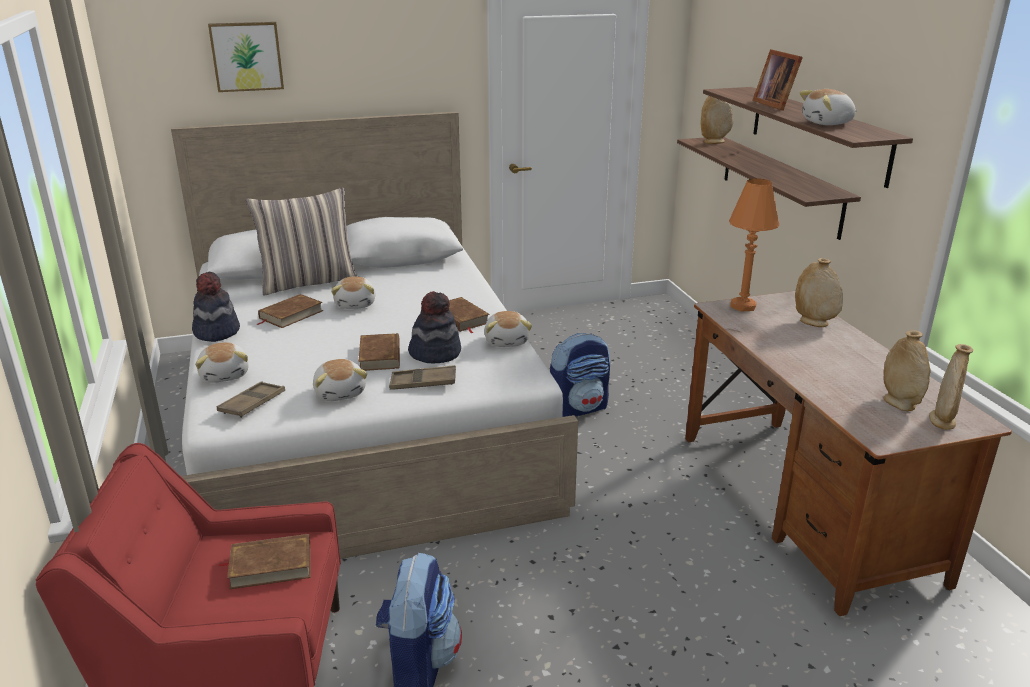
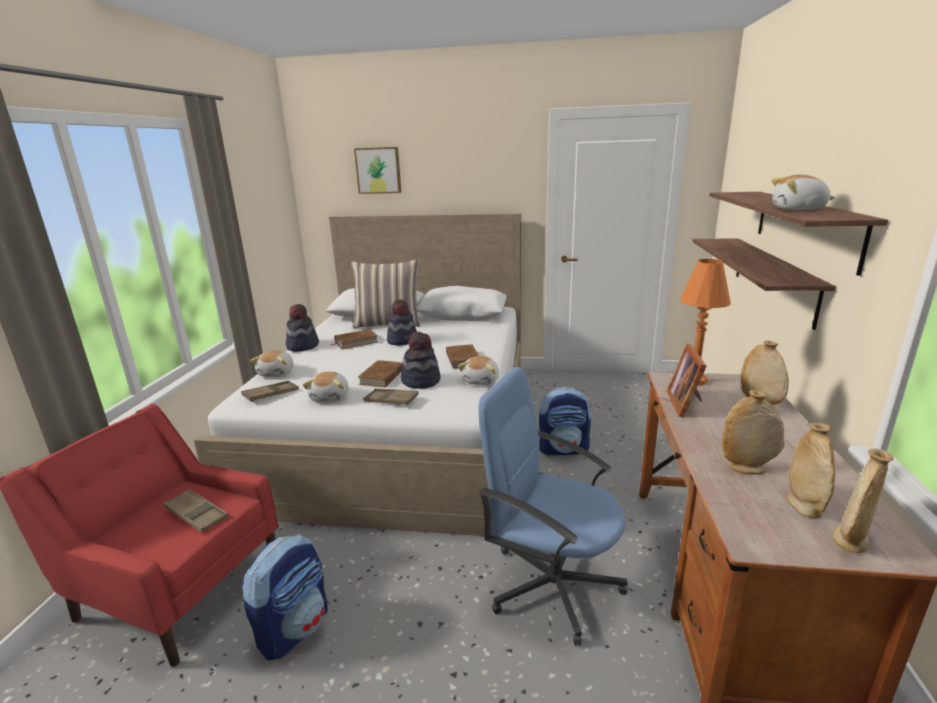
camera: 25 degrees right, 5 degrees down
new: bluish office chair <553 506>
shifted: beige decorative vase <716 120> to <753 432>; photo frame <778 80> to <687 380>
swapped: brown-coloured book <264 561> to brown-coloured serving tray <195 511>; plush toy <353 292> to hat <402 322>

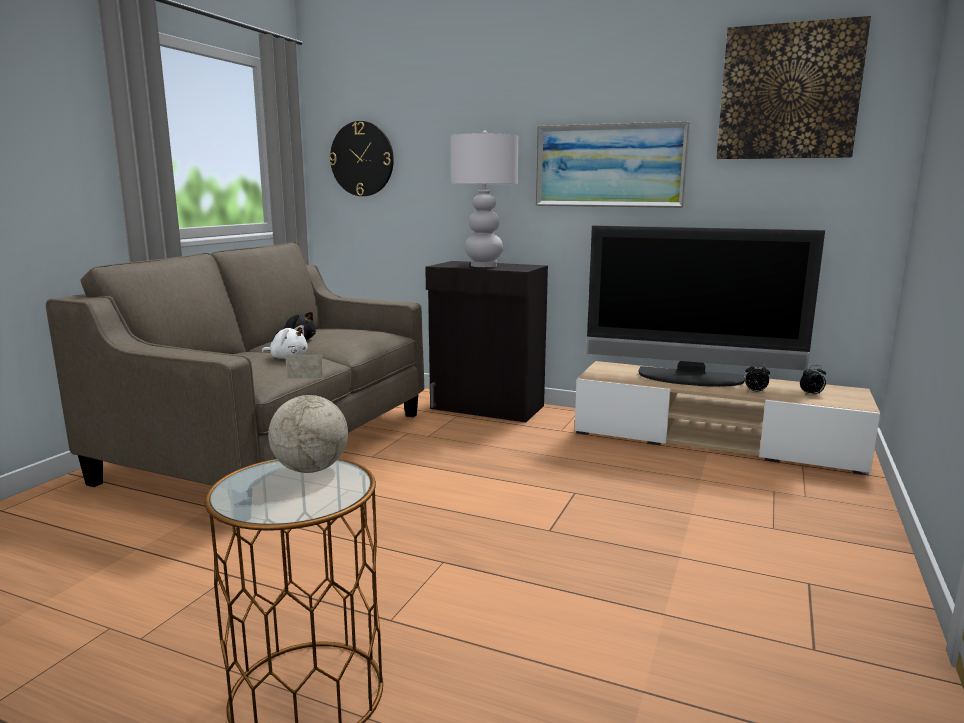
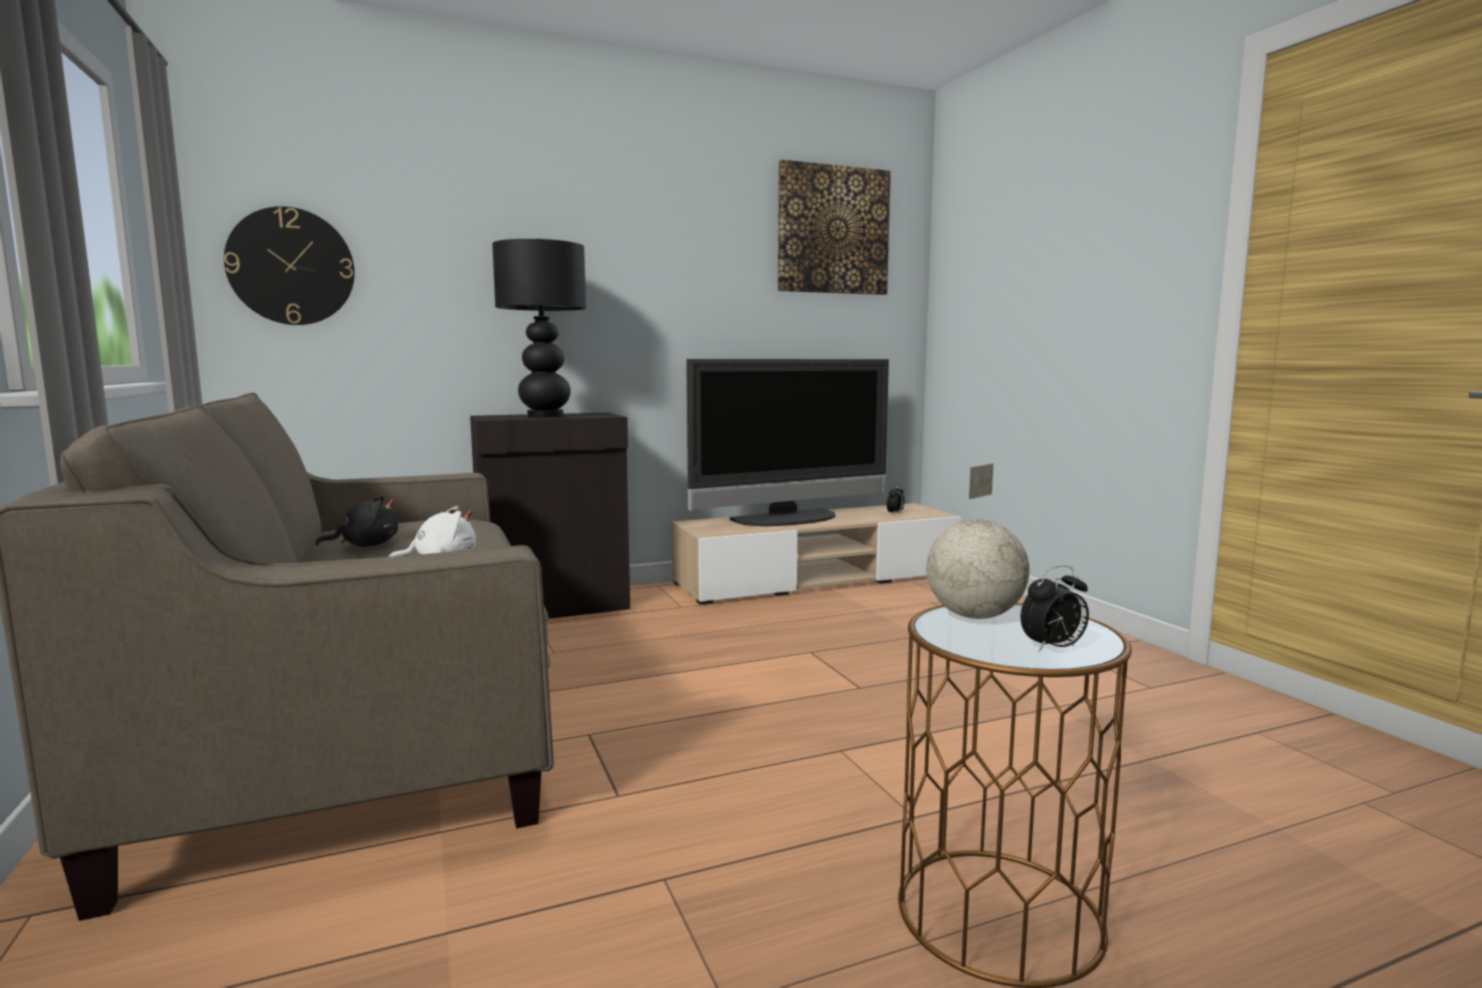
camera: 45 degrees left, 5 degrees down
gone: picture <613 164>
shifted: alarm clock <757 378> to <1055 608>
repainted: white-coloured tabletop lamp <484 199> to blackish tabletop lamp <539 327>

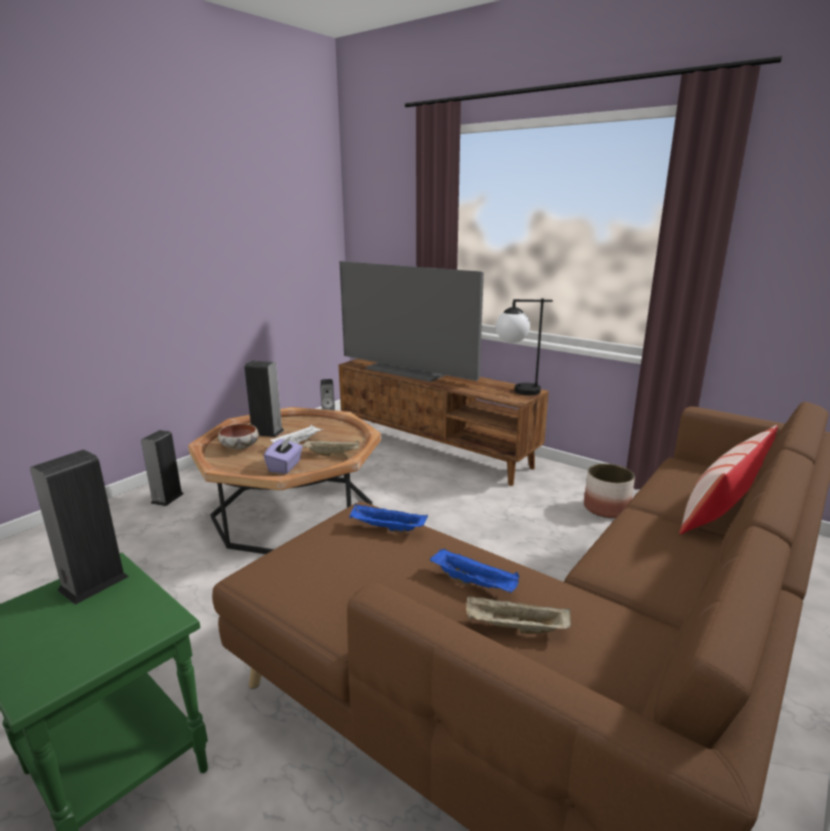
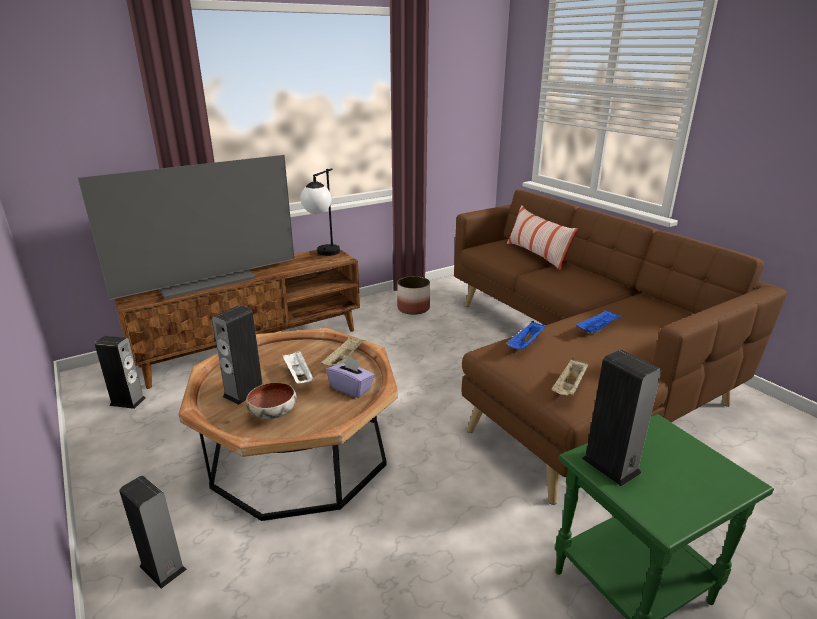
camera: 70 degrees left, 5 degrees up
shifted: beige serving tray <518 615> to <570 377>

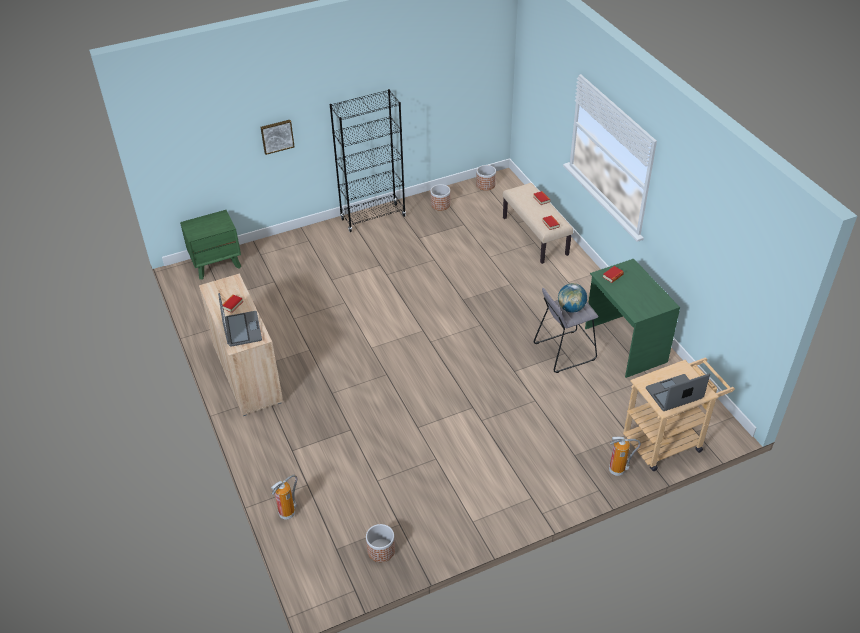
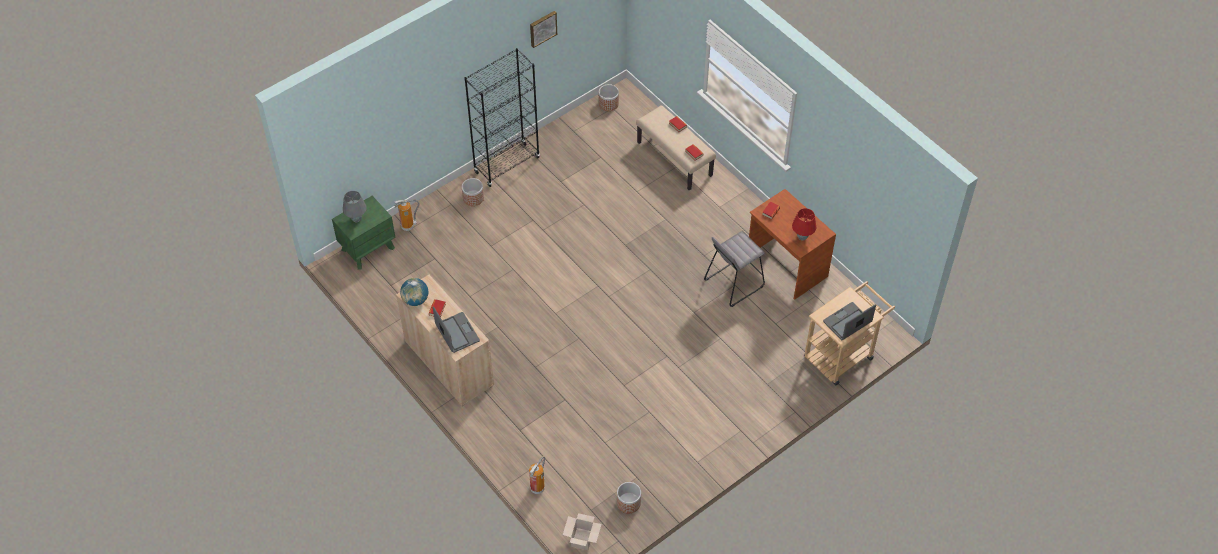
camera: 15 degrees left, 10 degrees up
new: greyish tabletop lamp <354 206>; packing box <582 531>; red tabletop lamp <804 224>
shifted: picture <277 137> to <543 29>; plant pot <440 197> to <473 192>; globe <572 298> to <414 292>; extinguisher <625 456> to <406 215>
repainted: green-coloured desk table <632 318> to brown-coloured desk table <792 244>

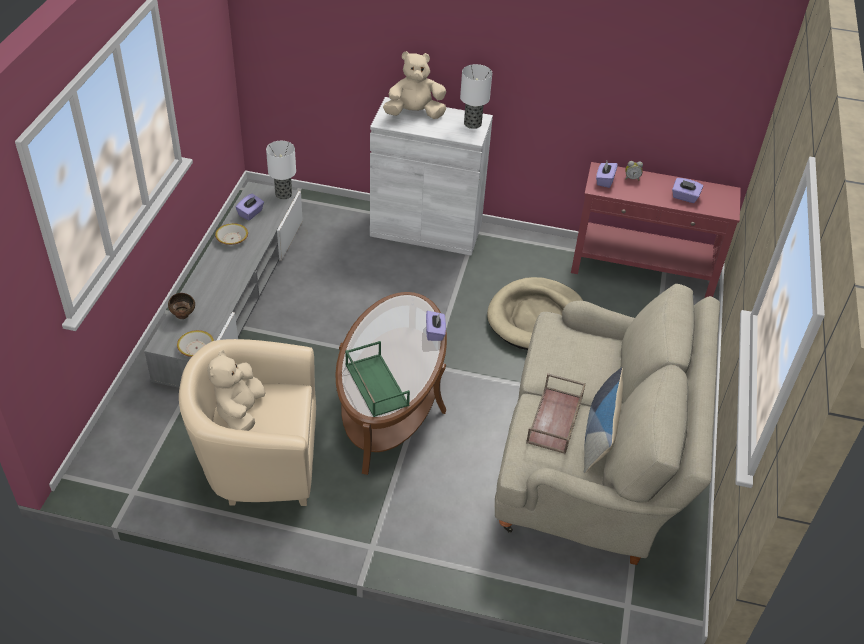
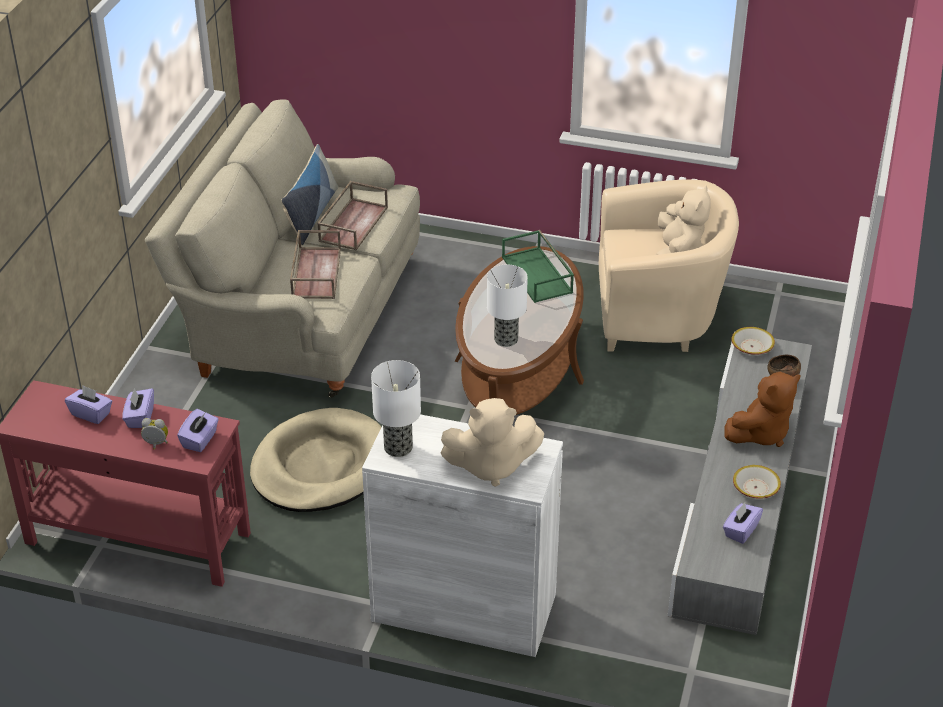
camera: 175 degrees left, 5 degrees down
new: brown-coloured serving tray <315 264>; brown-coloured plush toy <762 409>
shifted: tabletop lamp <281 170> to <507 305>; purple-coloured tissue holder <436 326> to <138 408>

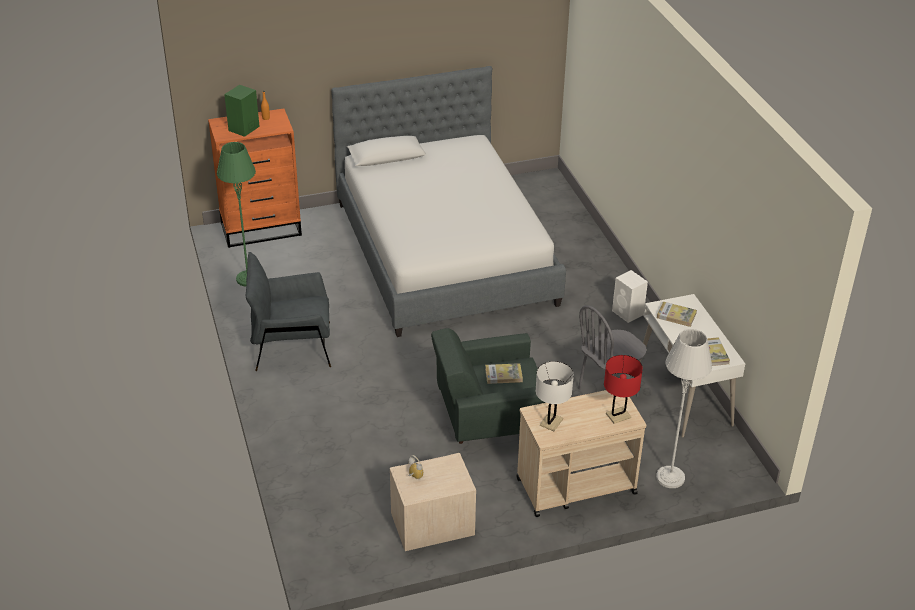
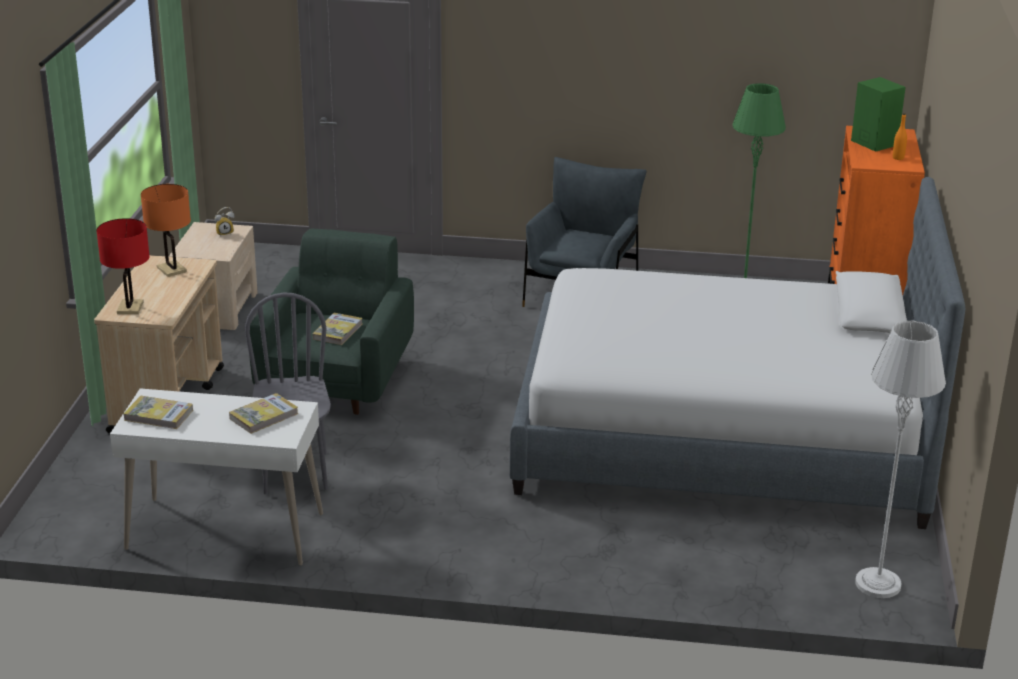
camera: 115 degrees right, 10 degrees down
gone: white-coloured speaker <630 296>
shifted: greyish standard lamp <684 408> to <900 459>
repainted: white-coloured tabletop lamp <554 396> to orange-coloured tabletop lamp <166 230>

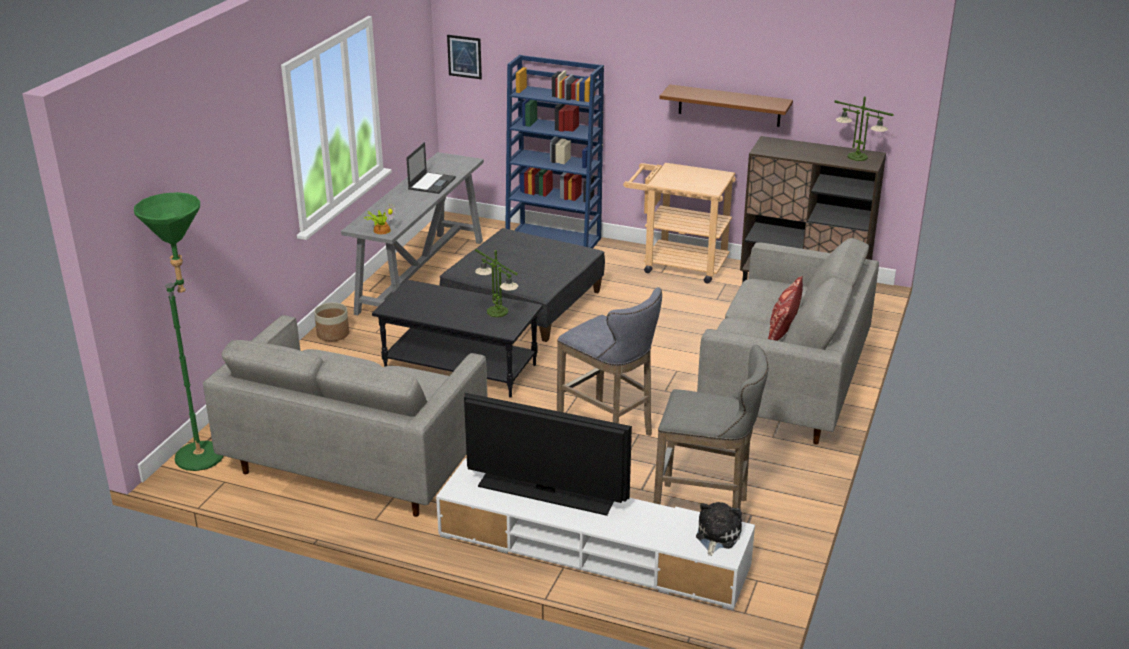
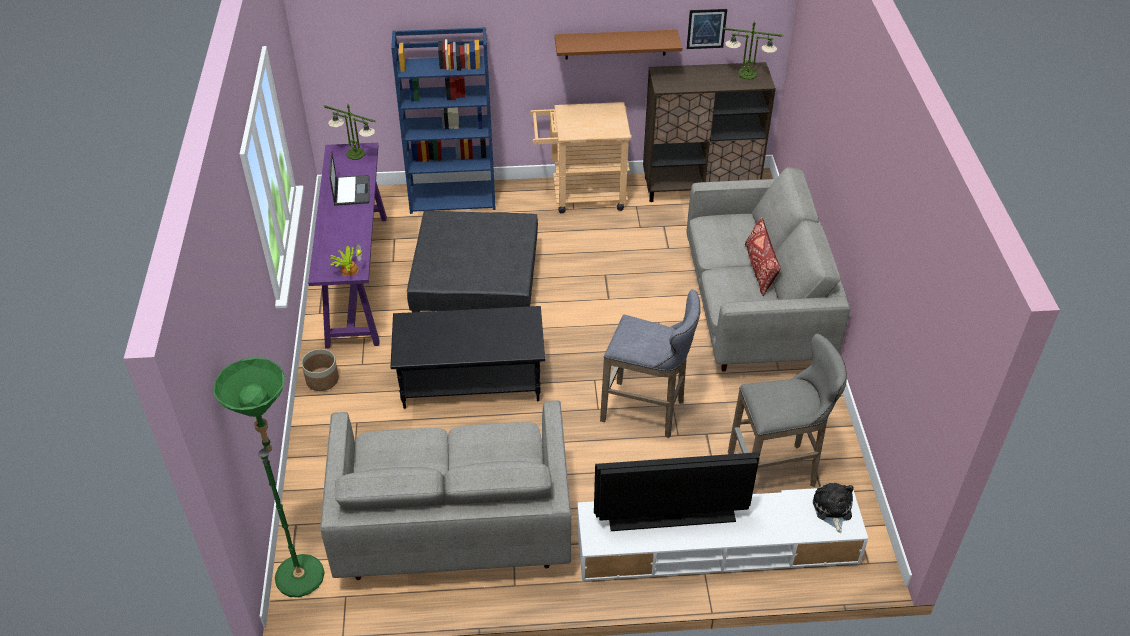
camera: 25 degrees left, 15 degrees up
shifted: picture <464 57> to <707 29>; tabletop lamp <496 283> to <350 132>
repainted: greyish narrow table <412 233> to purple-coloured narrow table <347 246>

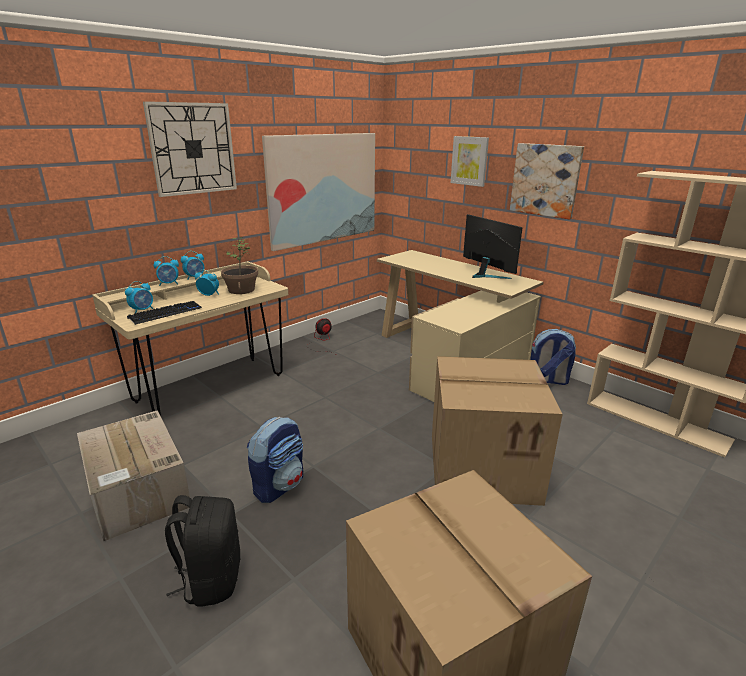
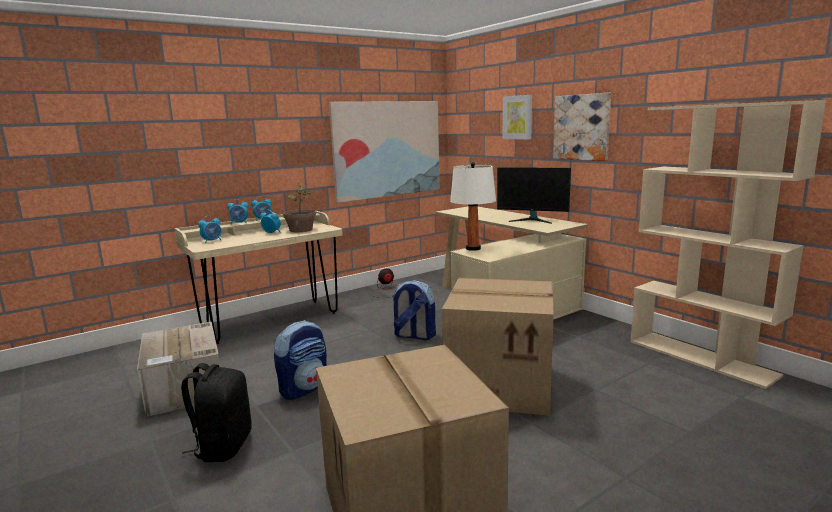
camera: 10 degrees right, 10 degrees down
gone: PC keyboard <164 313>; wall clock <190 149>
new: white-coloured tabletop lamp <473 206>
shifted: knapsack <553 357> to <414 310>
rotated: computer display <493 246> = <534 196> 135 degrees clockwise

